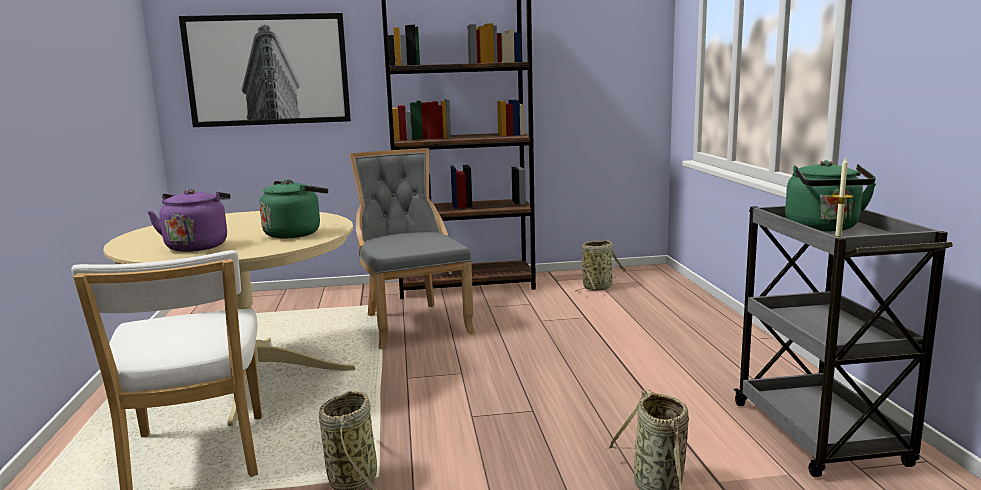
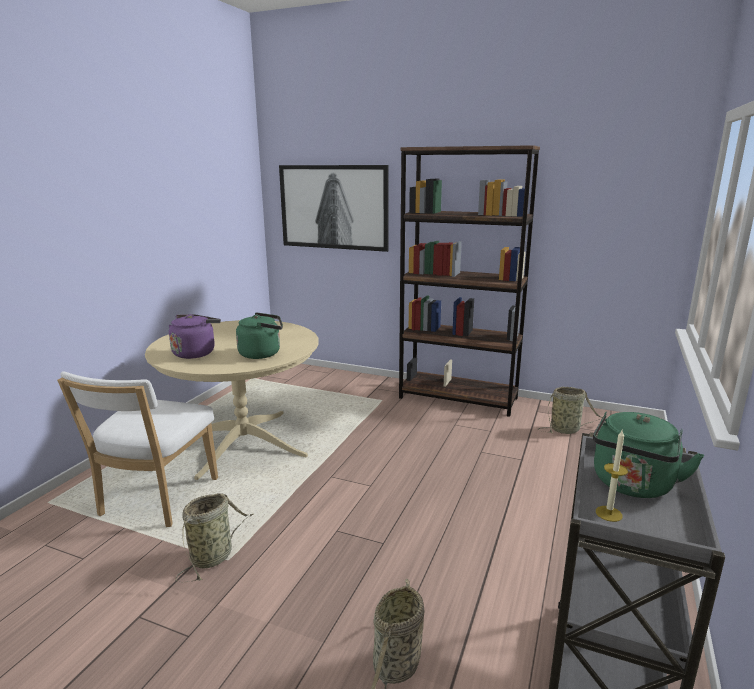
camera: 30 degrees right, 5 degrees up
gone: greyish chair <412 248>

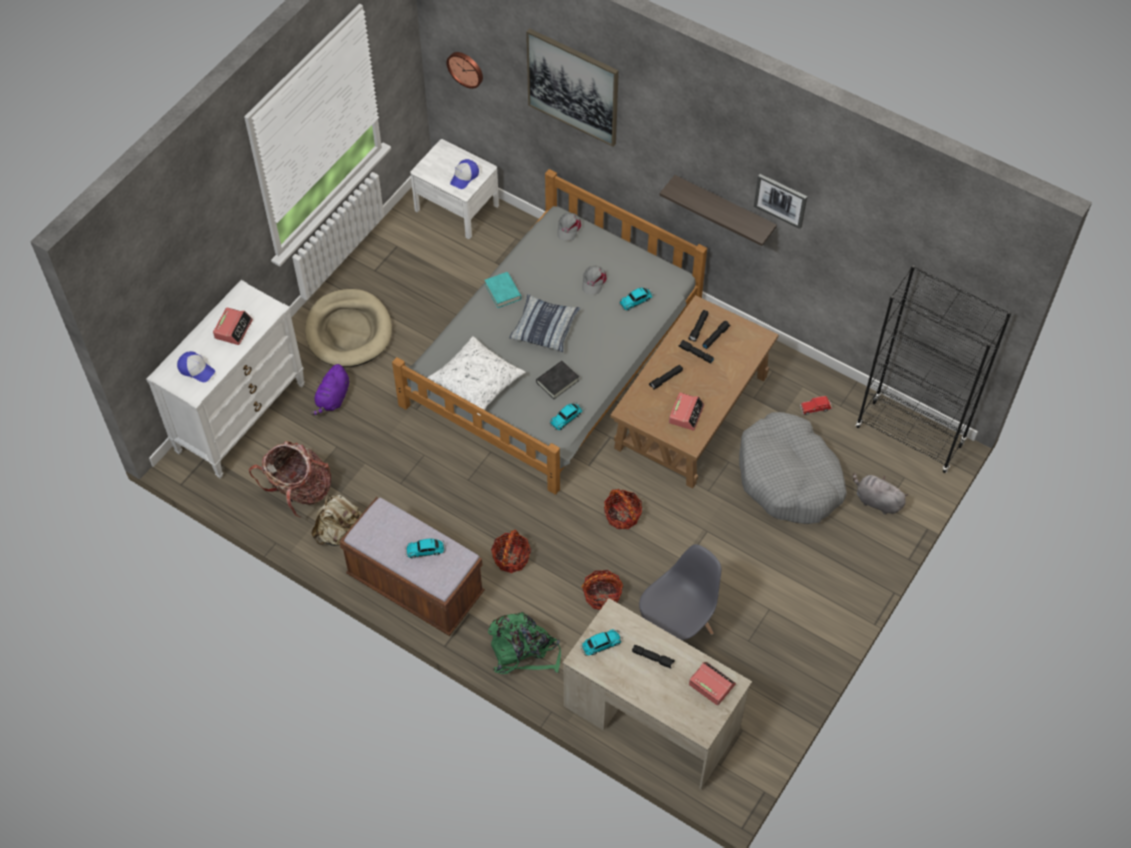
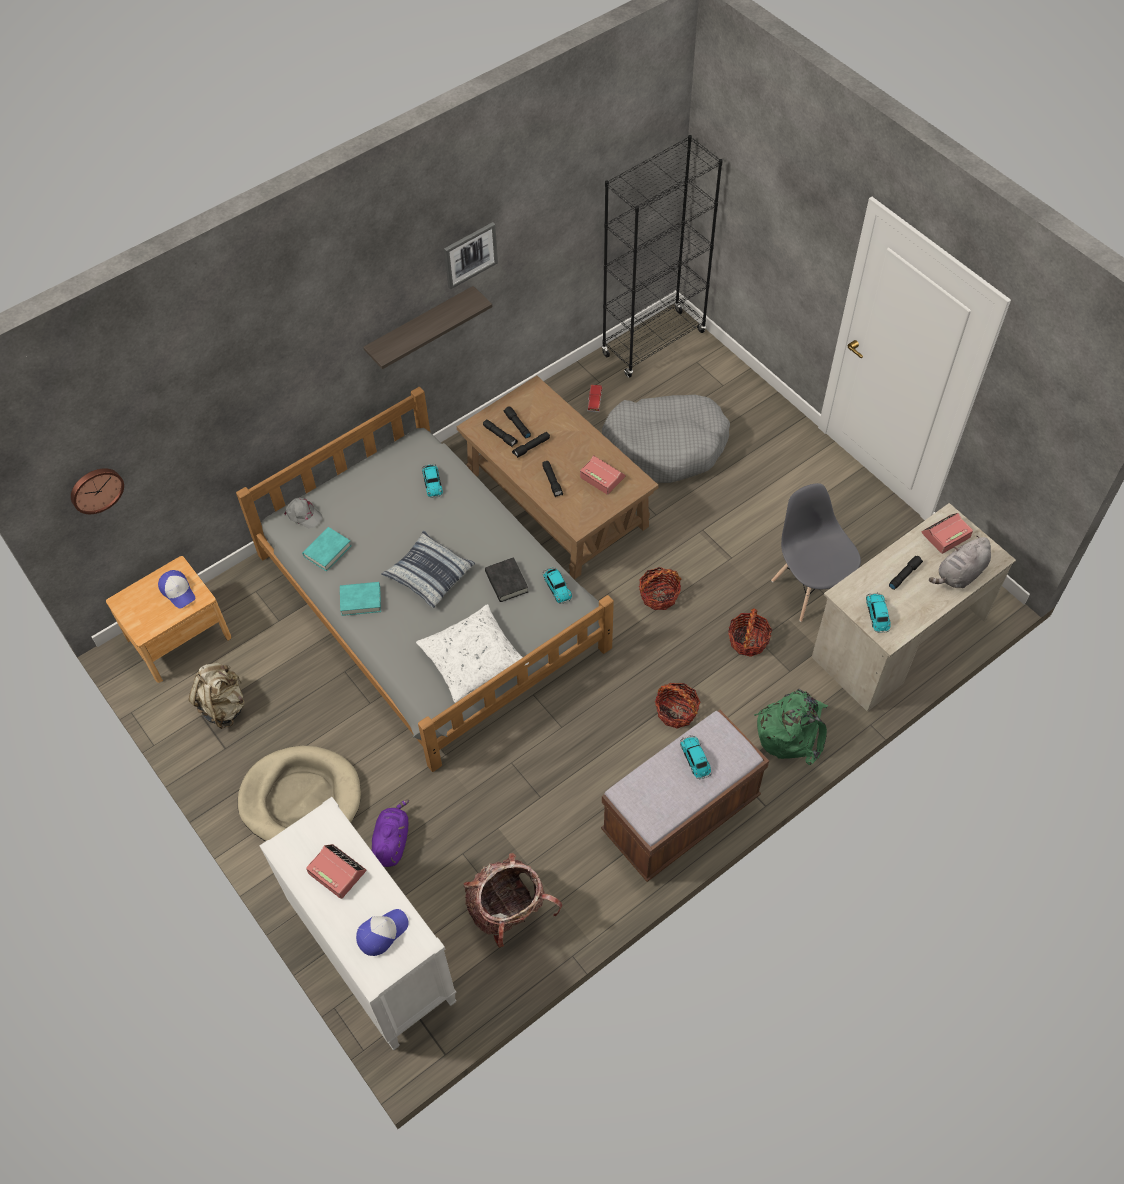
camera: 70 degrees left, 0 degrees up
gone: picture <572 87>; greyish peaked cap <594 280>
new: blue-green book <327 549>
shifted: beige knapsack <336 520> to <217 696>; greyish plush toy <880 494> to <960 562>
repainted: white-coloured night table <454 189> to brown-coloured night table <169 619>
rotated: purple-coloured plush toy <330 389> = <390 833> 120 degrees counterclockwise; miniature car <425 548> = <696 757> 150 degrees clockwise

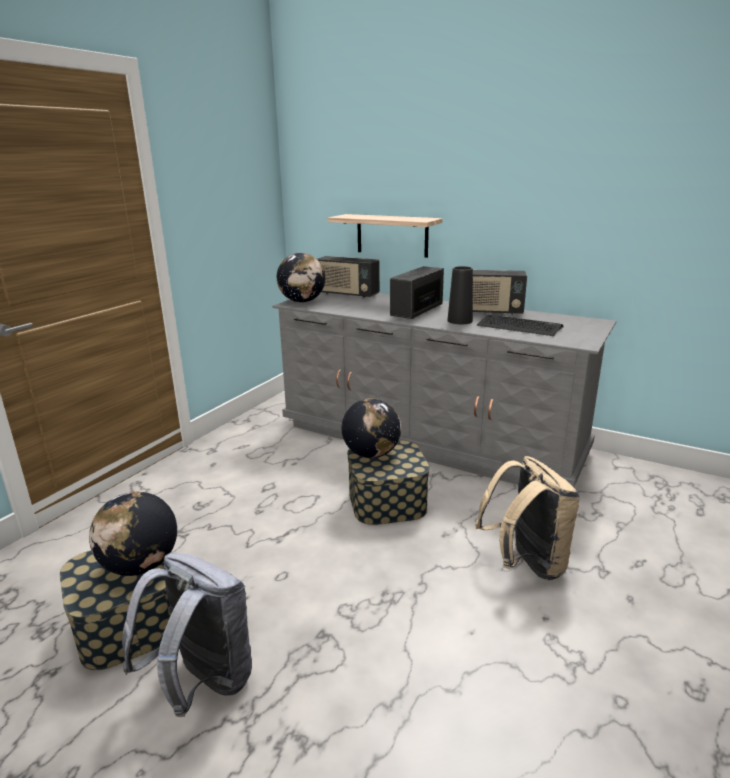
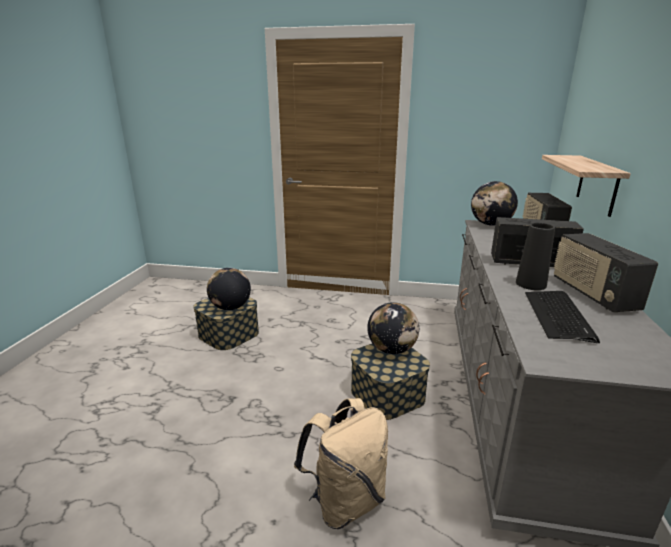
camera: 70 degrees right, 0 degrees up
gone: greyish knapsack <187 635>

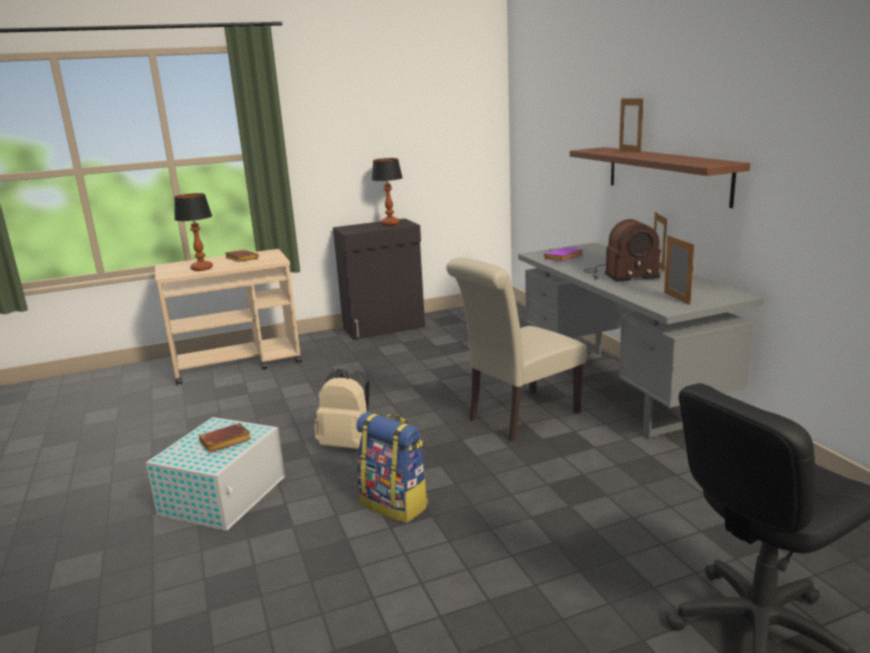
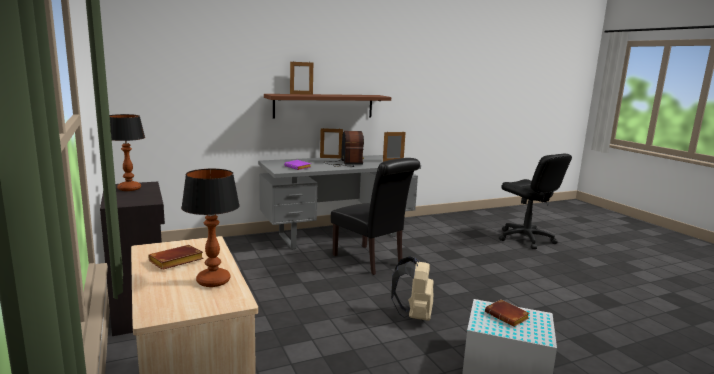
camera: 95 degrees left, 5 degrees down
gone: knapsack <392 467>
repainted: beige chair <516 350> to blackish chair <375 216>

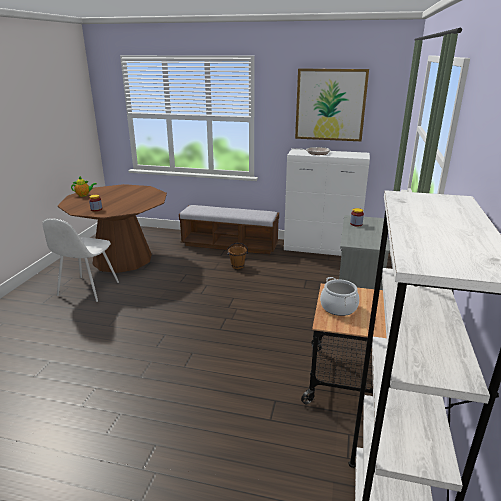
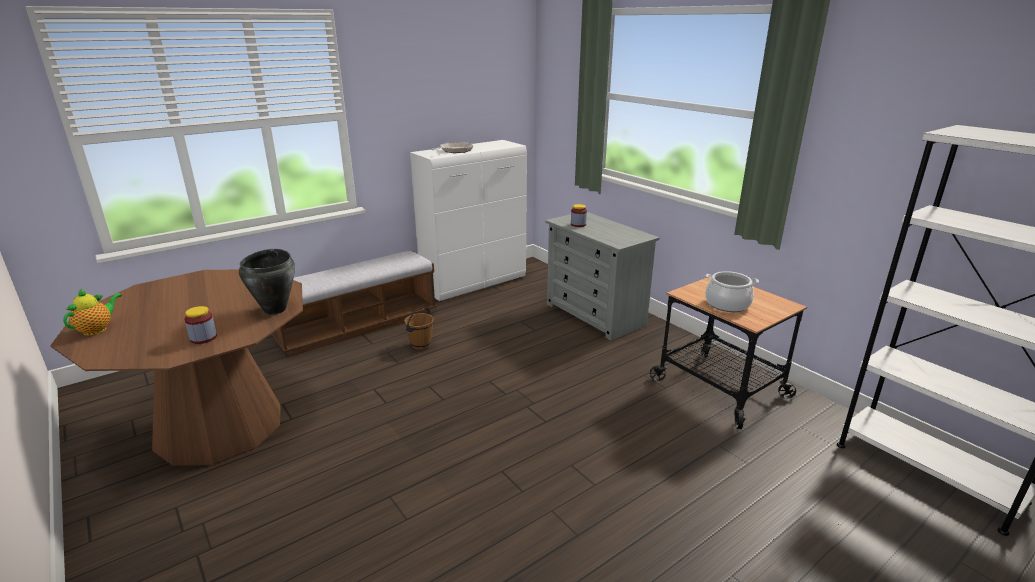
camera: 50 degrees left, 0 degrees up
gone: white-coloured chair <80 260>; picture <332 105>
new: blackish stockpot <267 281>

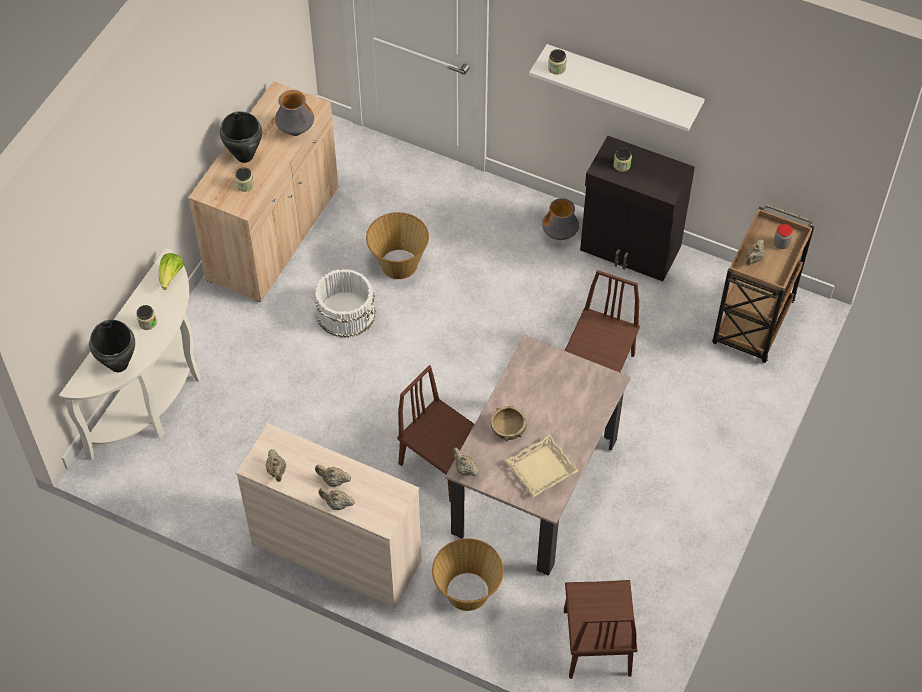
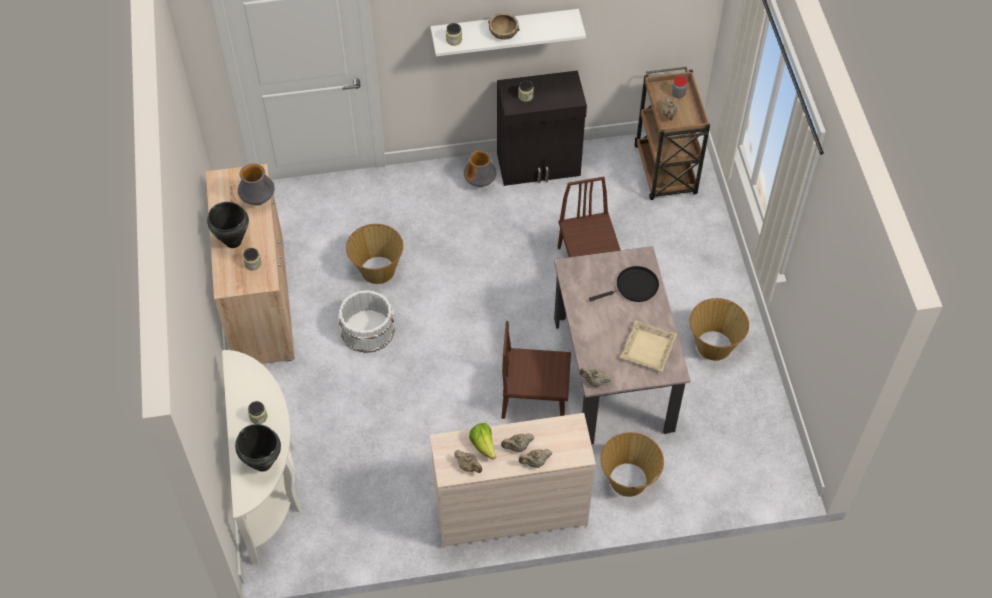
camera: 35 degrees left, 0 degrees up
gone: brown-coloured chair <600 629>
new: blackish frying pan <624 284>; household basket <719 329>
shifted: head of lettuce <171 271> to <482 441>; brown-coloured deep dish <509 423> to <504 26>

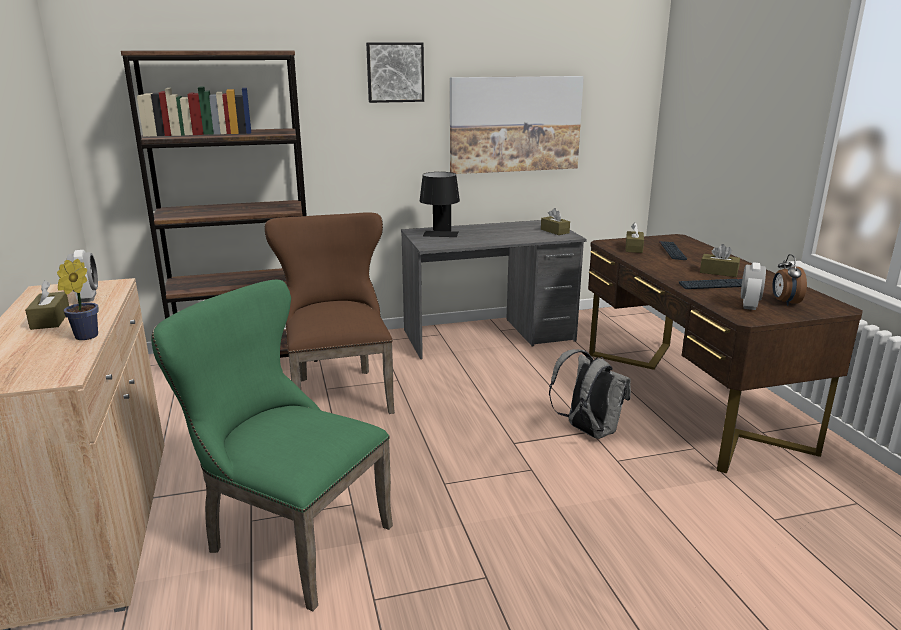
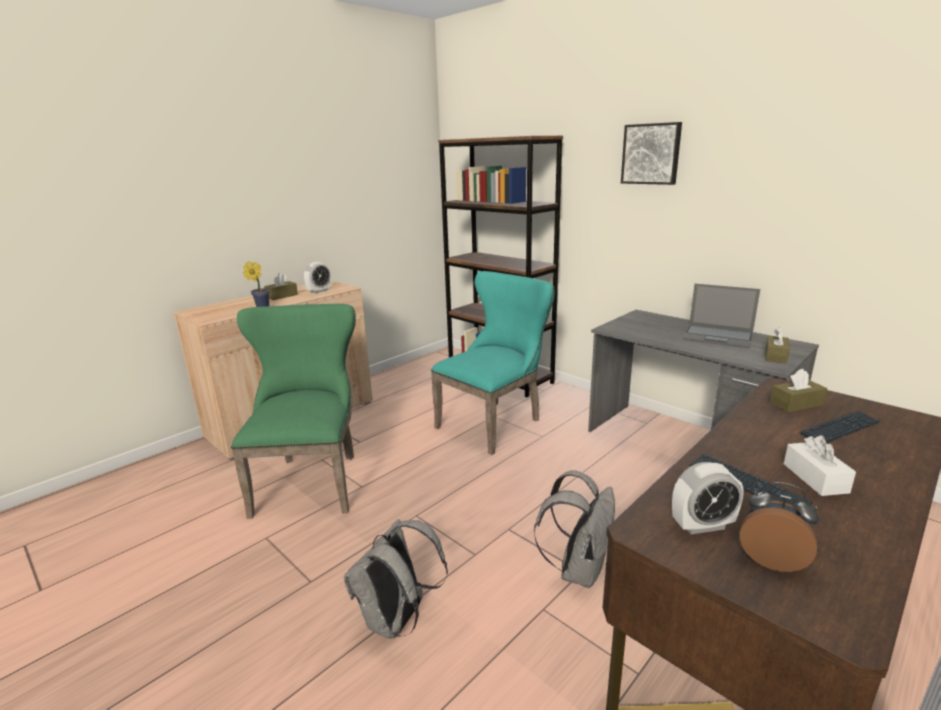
camera: 60 degrees right, 0 degrees up
gone: blackish tabletop lamp <440 204>; picture <517 125>
new: greyish knapsack <396 579>; portable computer <721 316>
repainted: brown-coloured chair <329 313> to blue-green chair <493 363>; brown-coloured tissue holder <720 260> to white-coloured tissue holder <820 465>
rotated: alarm clock <789 280> = <779 527> 60 degrees clockwise

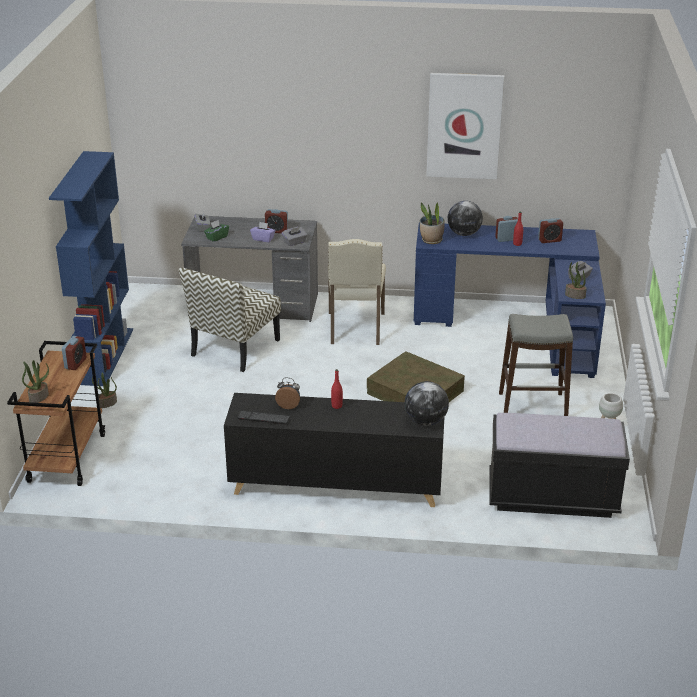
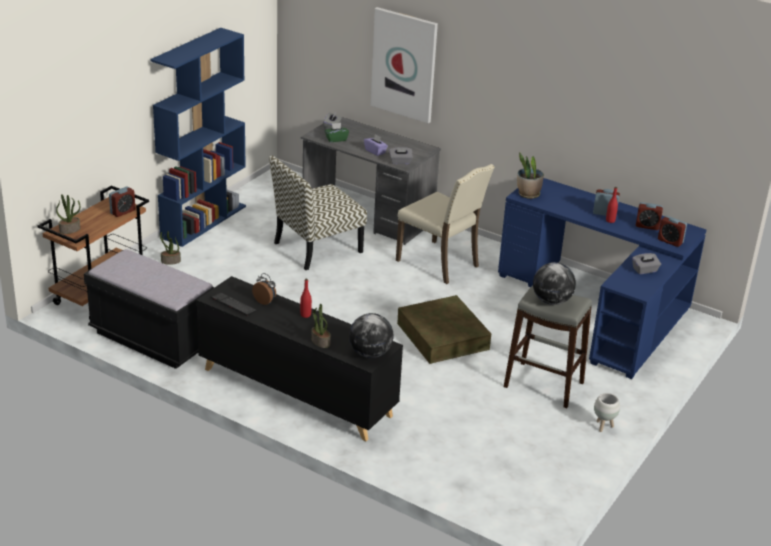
camera: 25 degrees right, 0 degrees up
shifted: alarm clock <276 221> to <672 231>; picture <465 126> to <404 65>; globe <465 218> to <554 283>; blackish long seat <559 465> to <149 309>; houseplant <576 280> to <321 326>
rotated: beige chair <357 292> = <445 224> 75 degrees counterclockwise

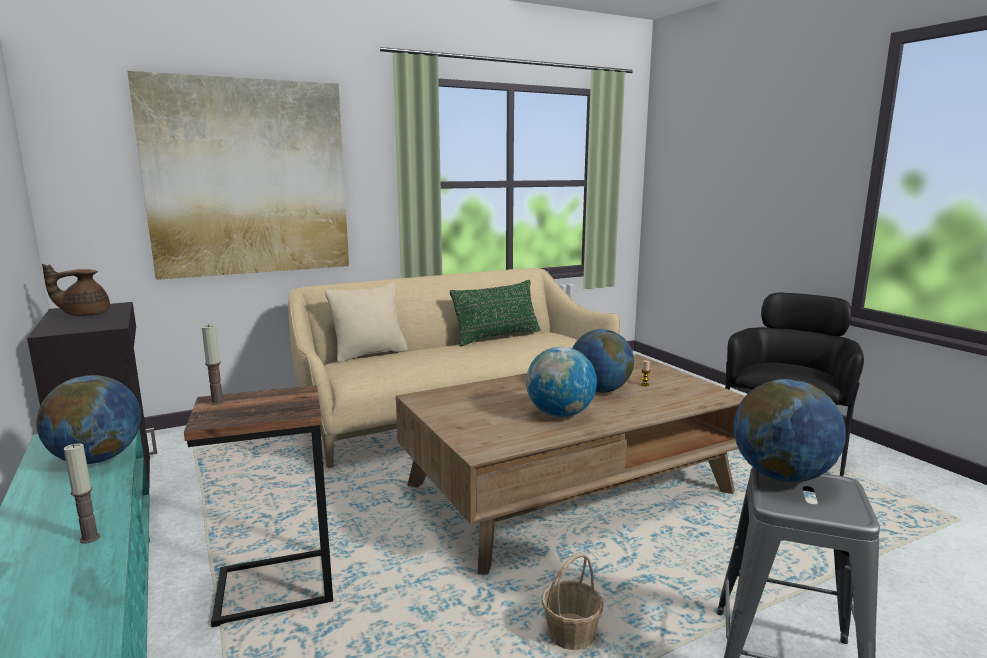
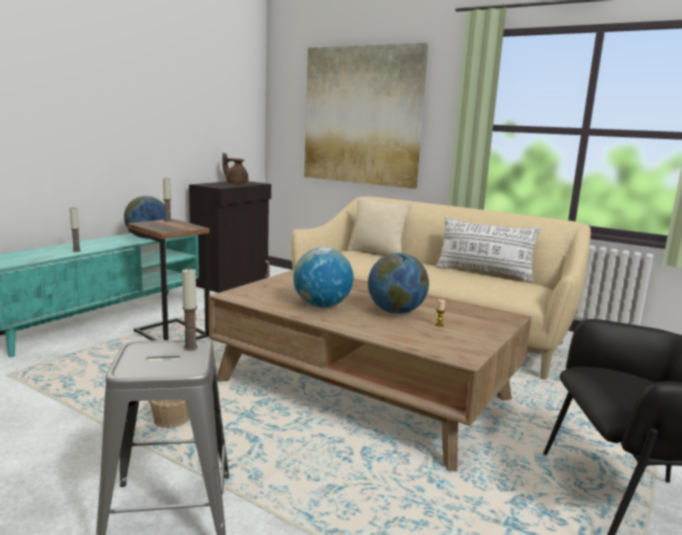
camera: 60 degrees right, 0 degrees up
swapped: globe <790 430> to candle <190 309>
repainted: green-coloured cushion <495 313> to white-coloured cushion <488 249>

